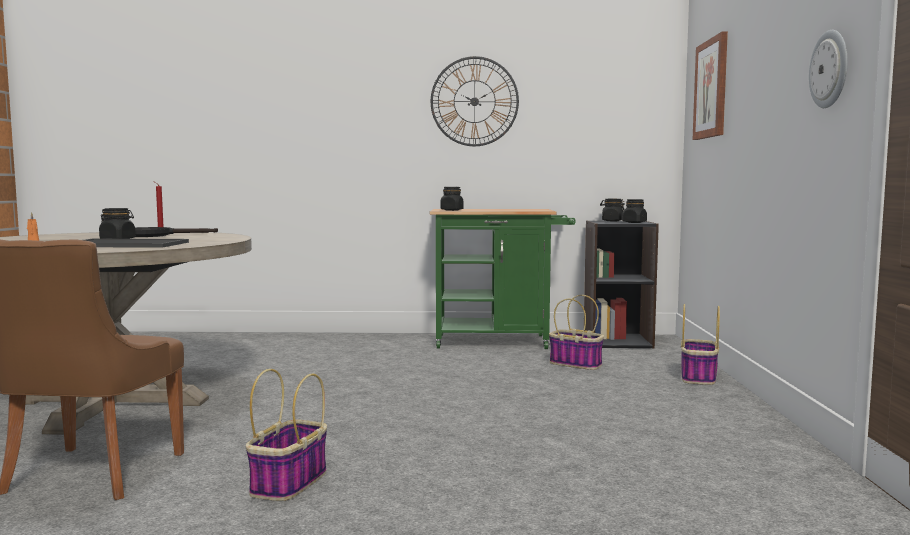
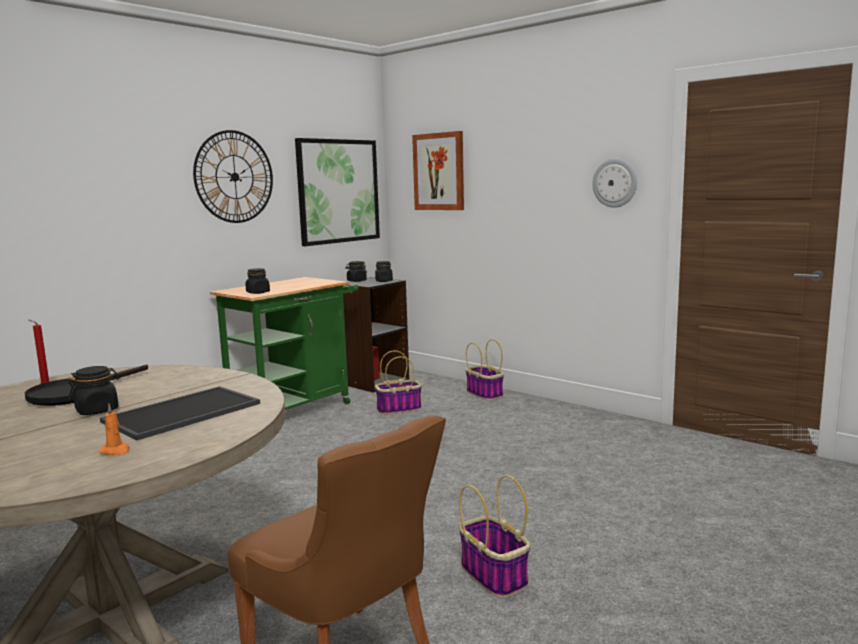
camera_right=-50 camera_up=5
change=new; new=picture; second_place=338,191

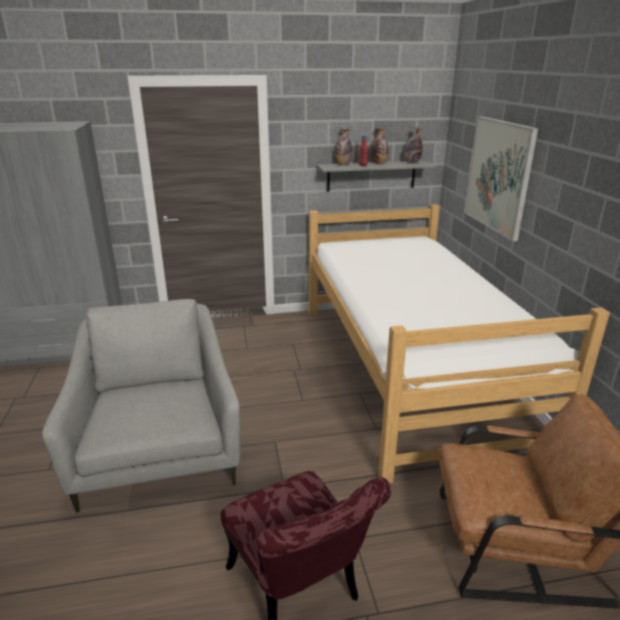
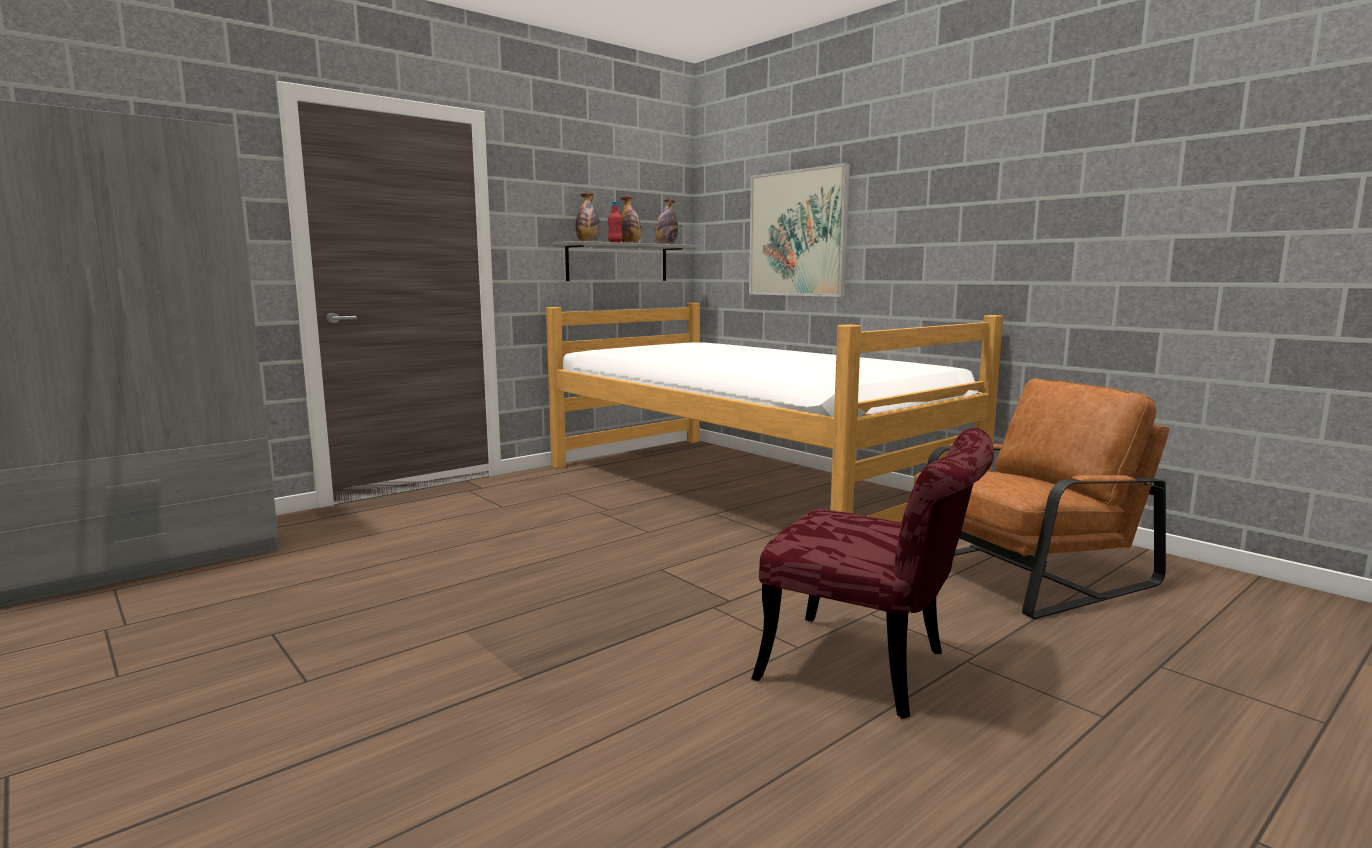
camera_right=-30 camera_up=-15
change=gone; old=armchair/grey; first_place=159,450

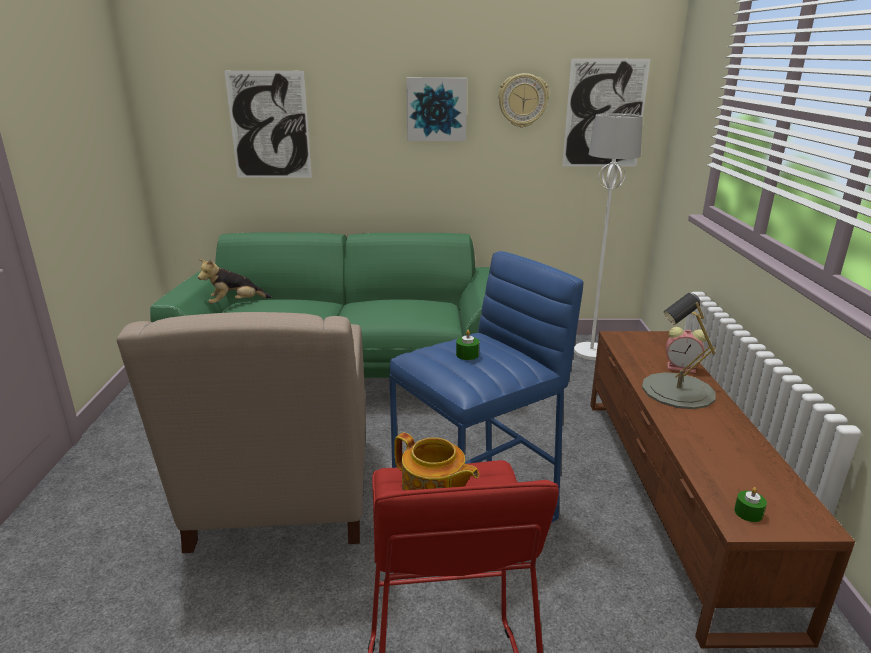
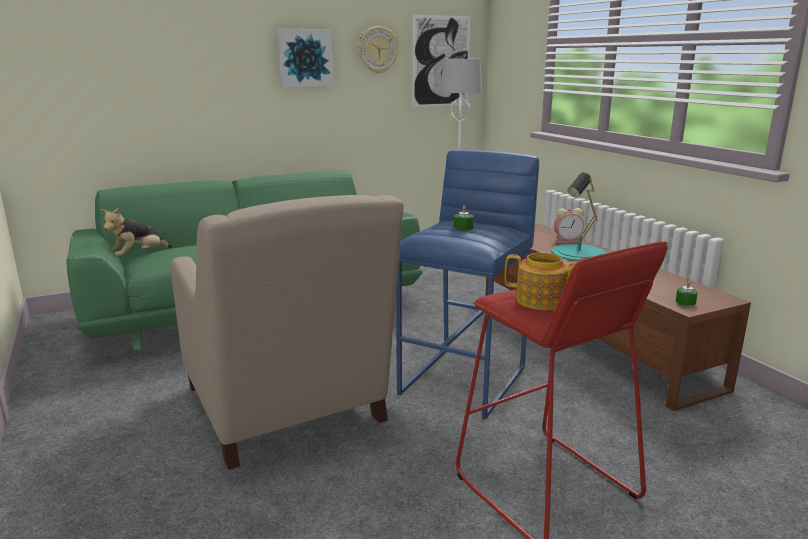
camera_right=-25 camera_up=-5
change=gone; old=picture; first_place=269,125
change=repainted; old=table lamp/grey; new=table lamp/turquoise; first_place=678,391; second_place=579,253

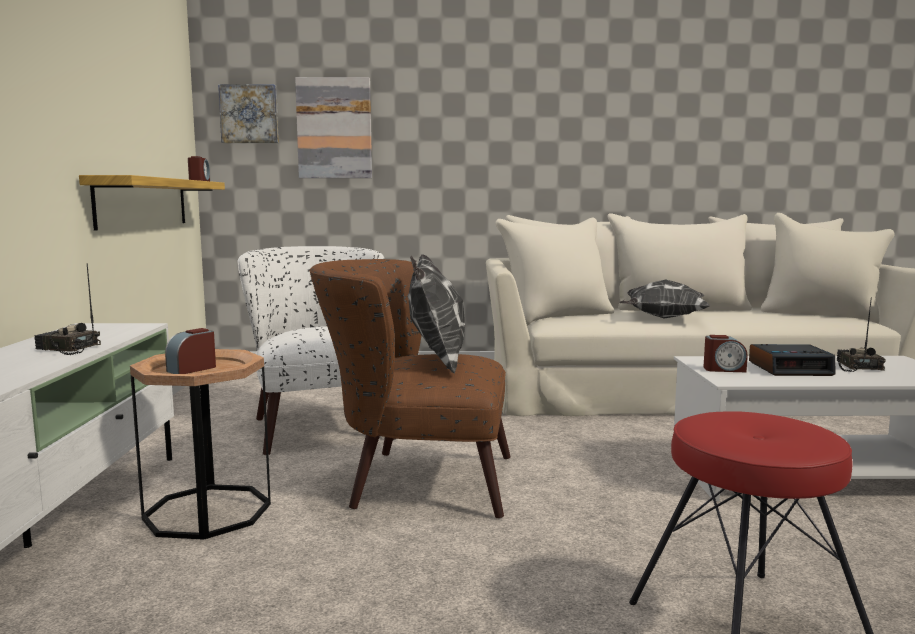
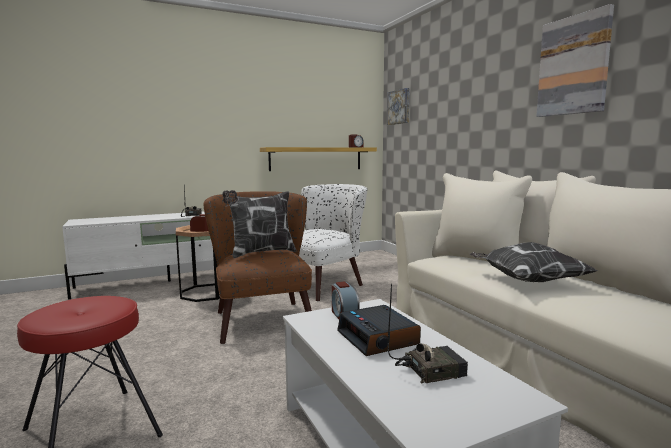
camera_right=65 camera_up=0
change=shifted; old=picture; first_place=334,128; second_place=573,66

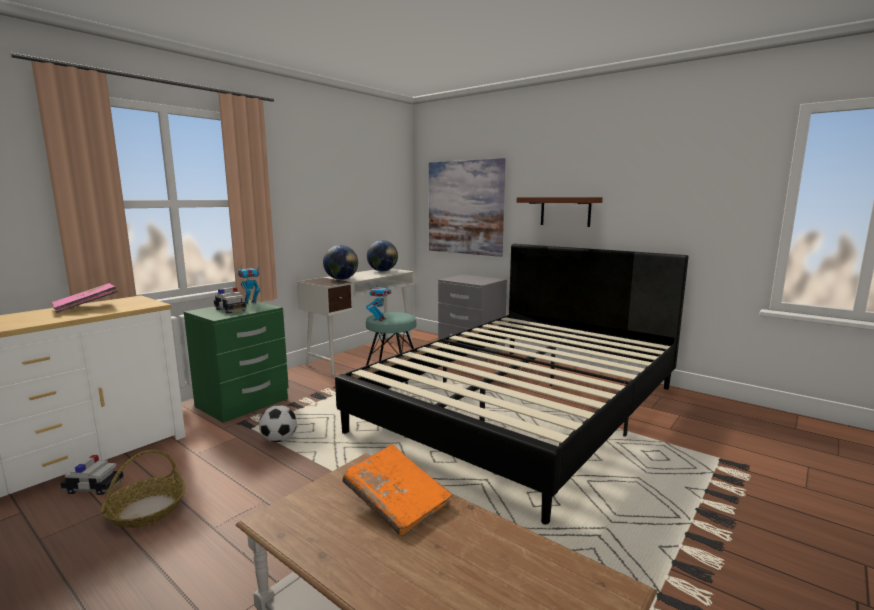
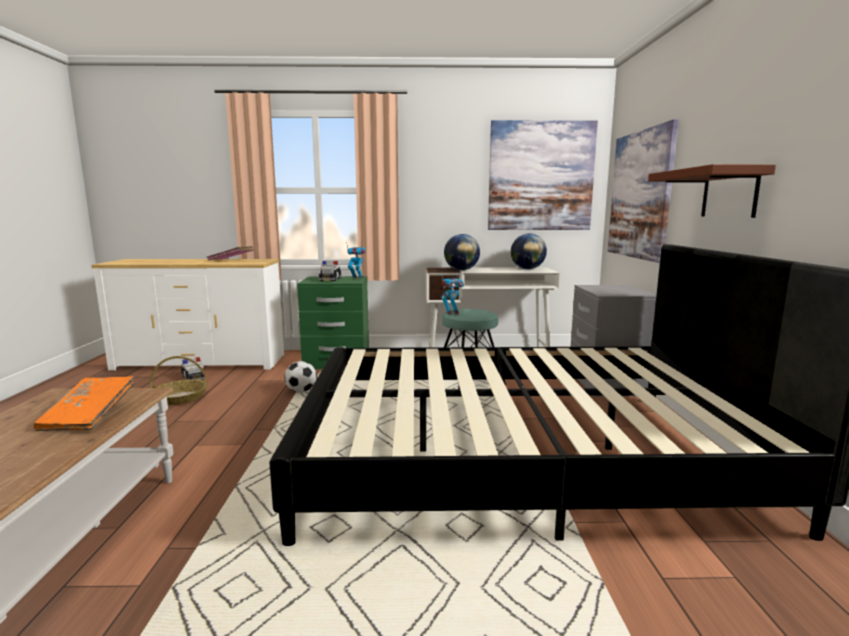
camera_right=50 camera_up=0
change=new; new=picture; second_place=541,176

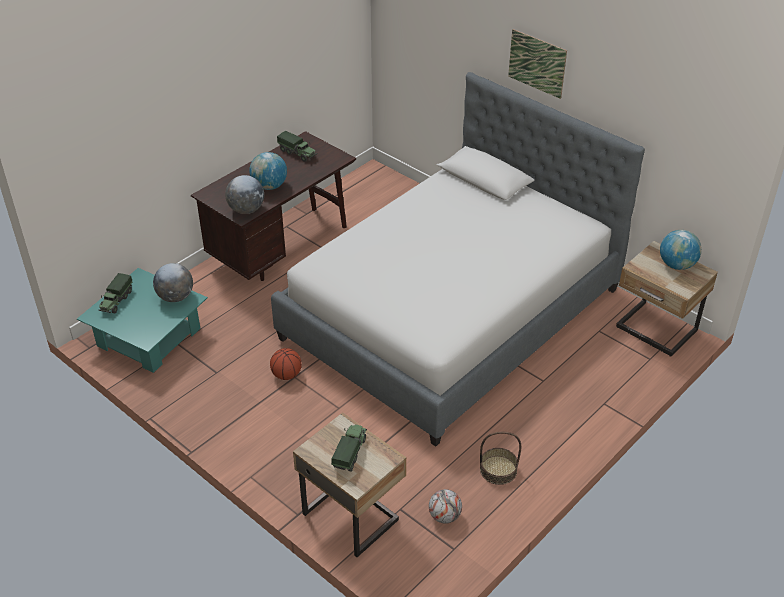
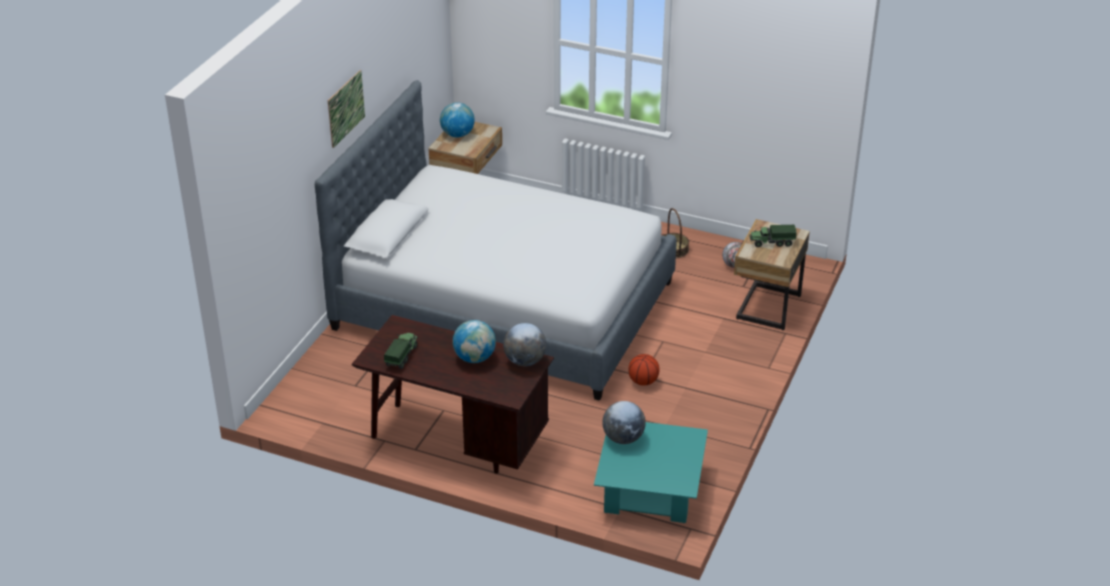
camera_right=-110 camera_up=-5
change=gone; old=toy truck; first_place=116,301

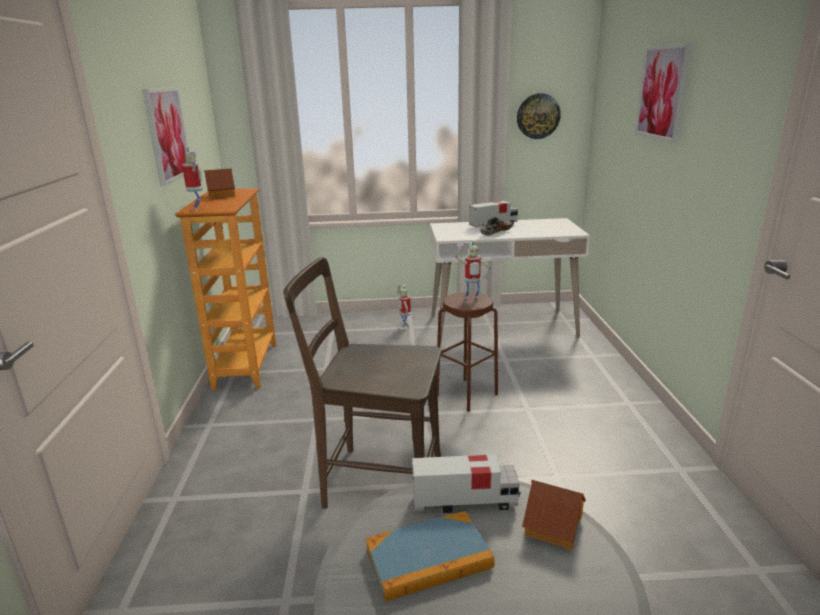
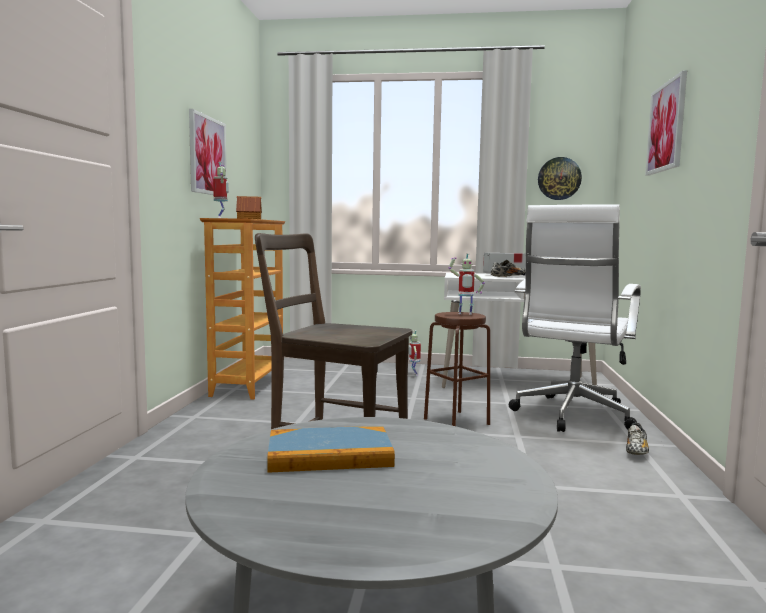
camera_right=10 camera_up=-15
change=gone; old=toy truck; first_place=465,502
change=gone; old=toy house; first_place=552,525
change=new; new=office chair/white; second_place=571,416
change=new; new=shoe; second_place=636,451

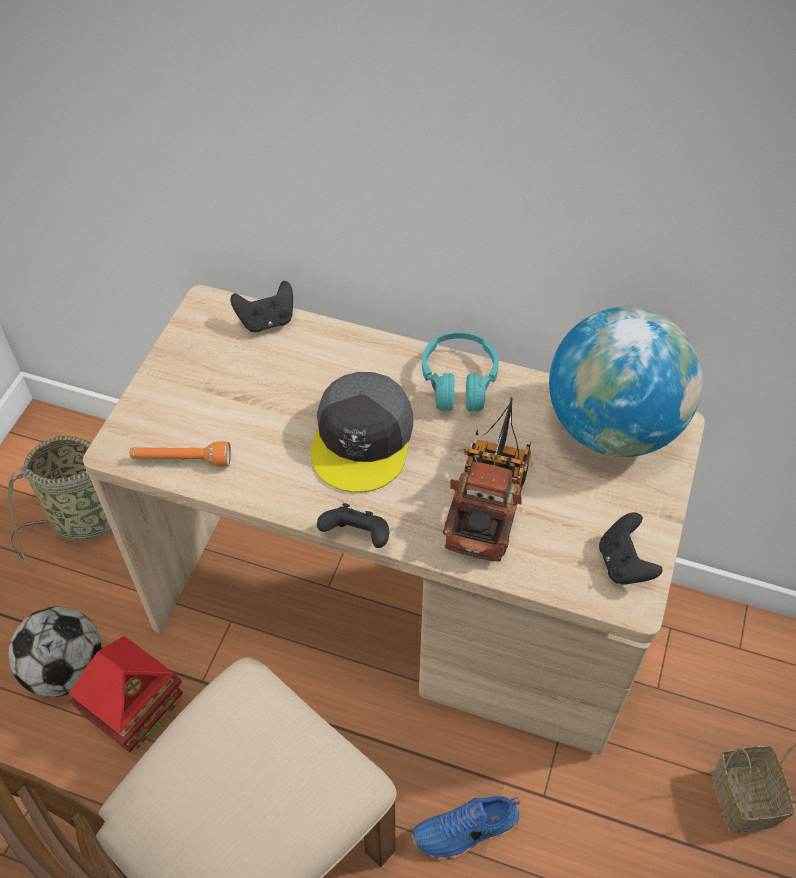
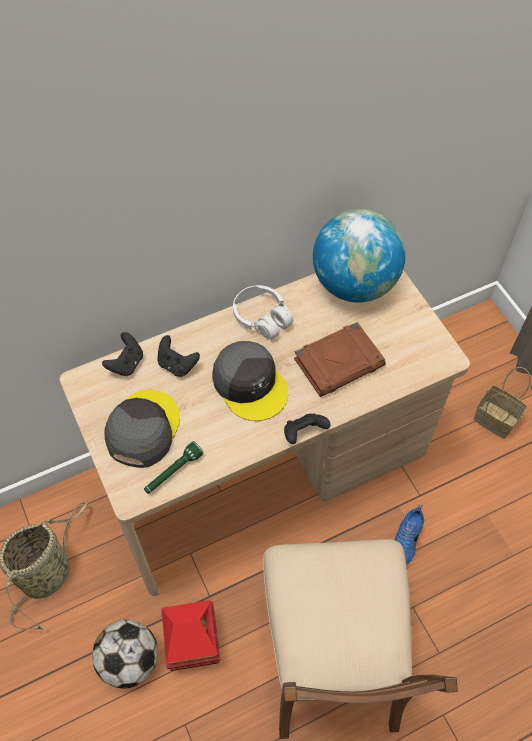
camera_right=-45 camera_up=5
change=repainted; old=headphones/turquoise; new=headphones/white; first_place=459,381; second_place=262,317
change=swapped; old=toy truck; new=book/brown; first_place=490,496; second_place=339,362
change=repainted; old=flashlight/orange; new=flashlight/green; first_place=181,460; second_place=173,472
change=shifted; old=game controller/black; first_place=624,563; second_place=177,365
change=new; new=cap/grey; second_place=142,429

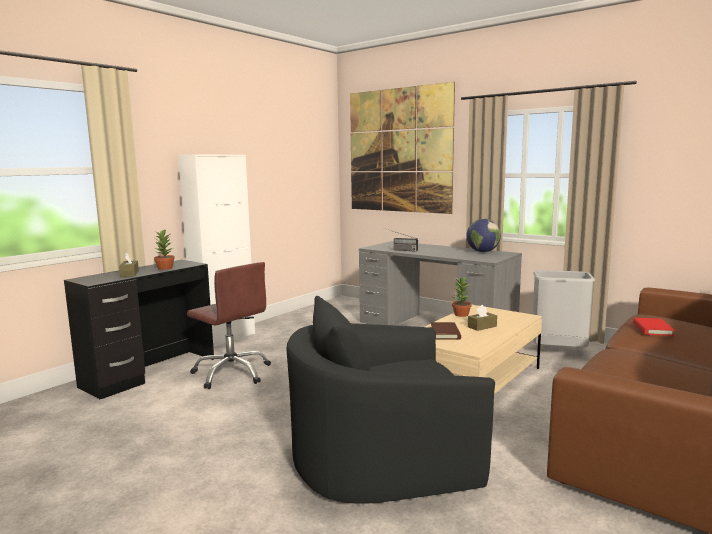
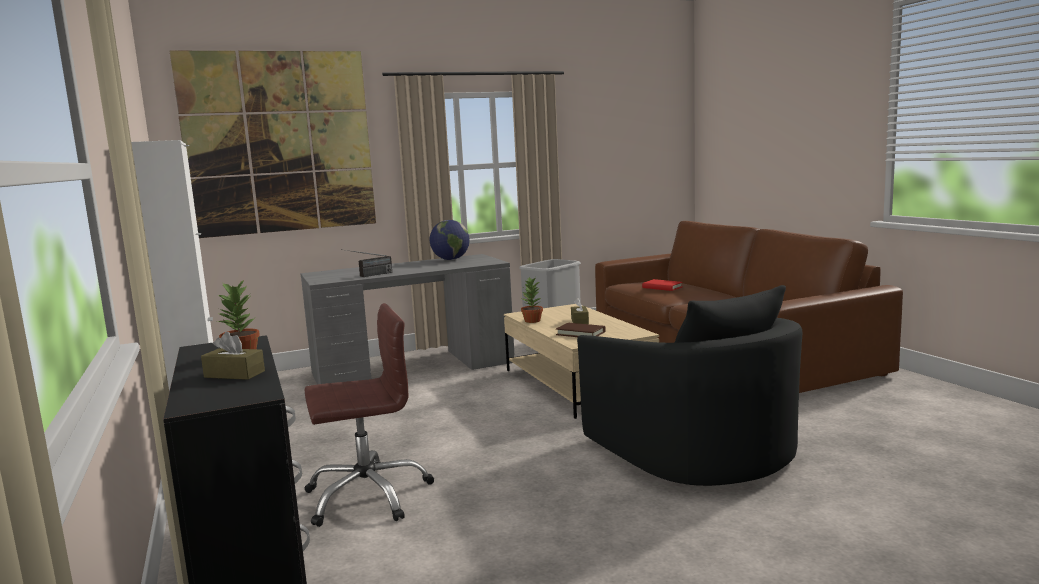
camera_right=-60 camera_up=0
change=rotated; old=armchair/black; first_place=382,458; second_place=694,449; degrees=-45

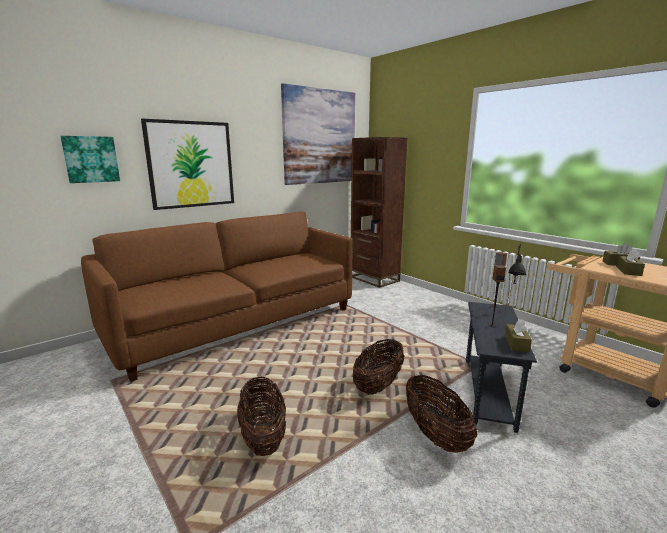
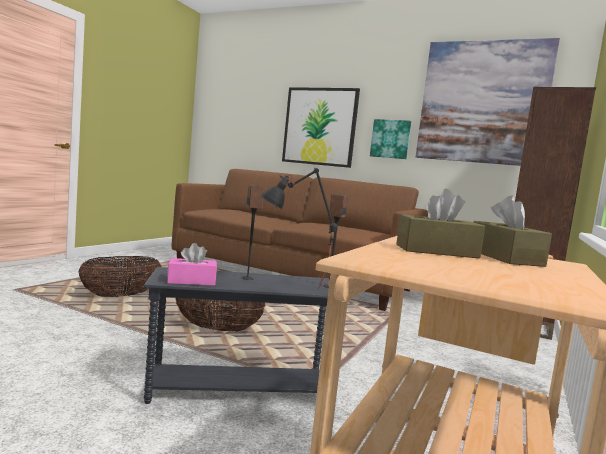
camera_right=65 camera_up=-10
change=shifted; old=picture; first_place=91,159; second_place=390,139
change=repainted; old=tissue box/brown; new=tissue box/pink; first_place=516,344; second_place=191,281
change=gone; old=basket; first_place=435,435

